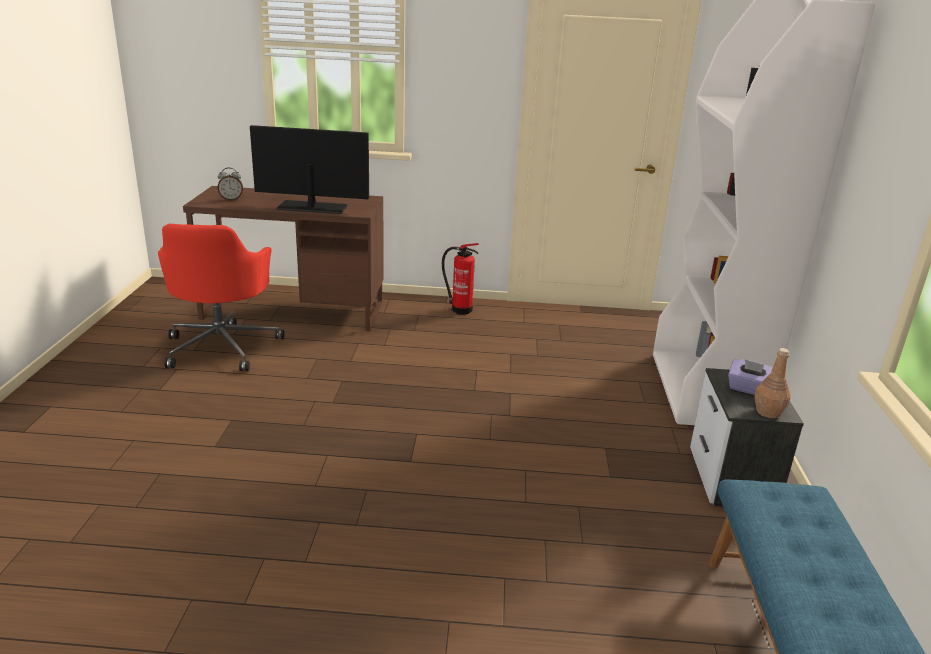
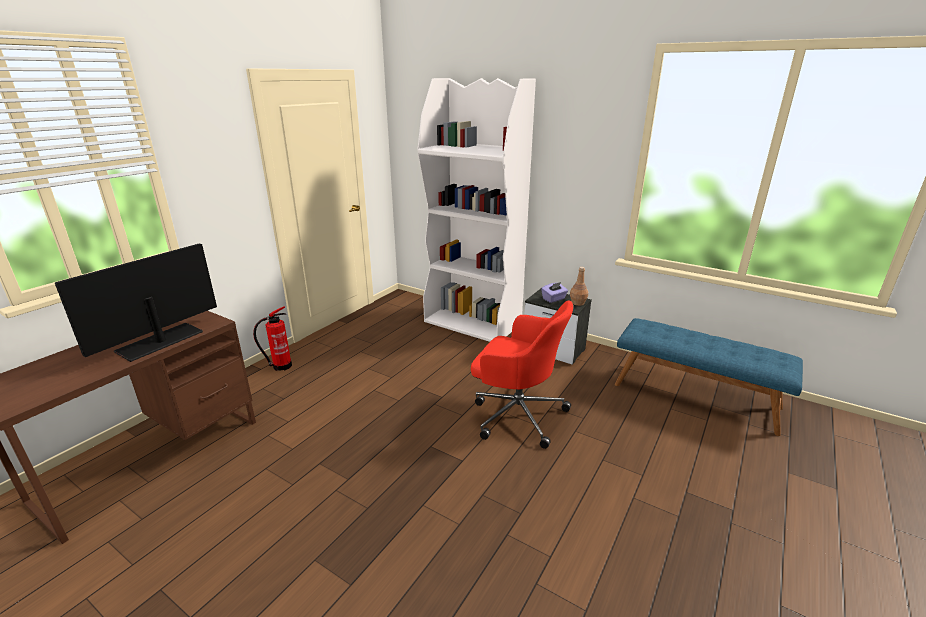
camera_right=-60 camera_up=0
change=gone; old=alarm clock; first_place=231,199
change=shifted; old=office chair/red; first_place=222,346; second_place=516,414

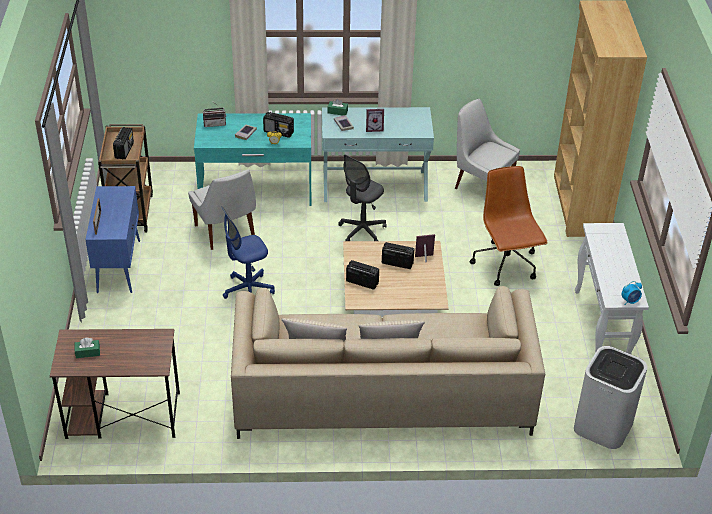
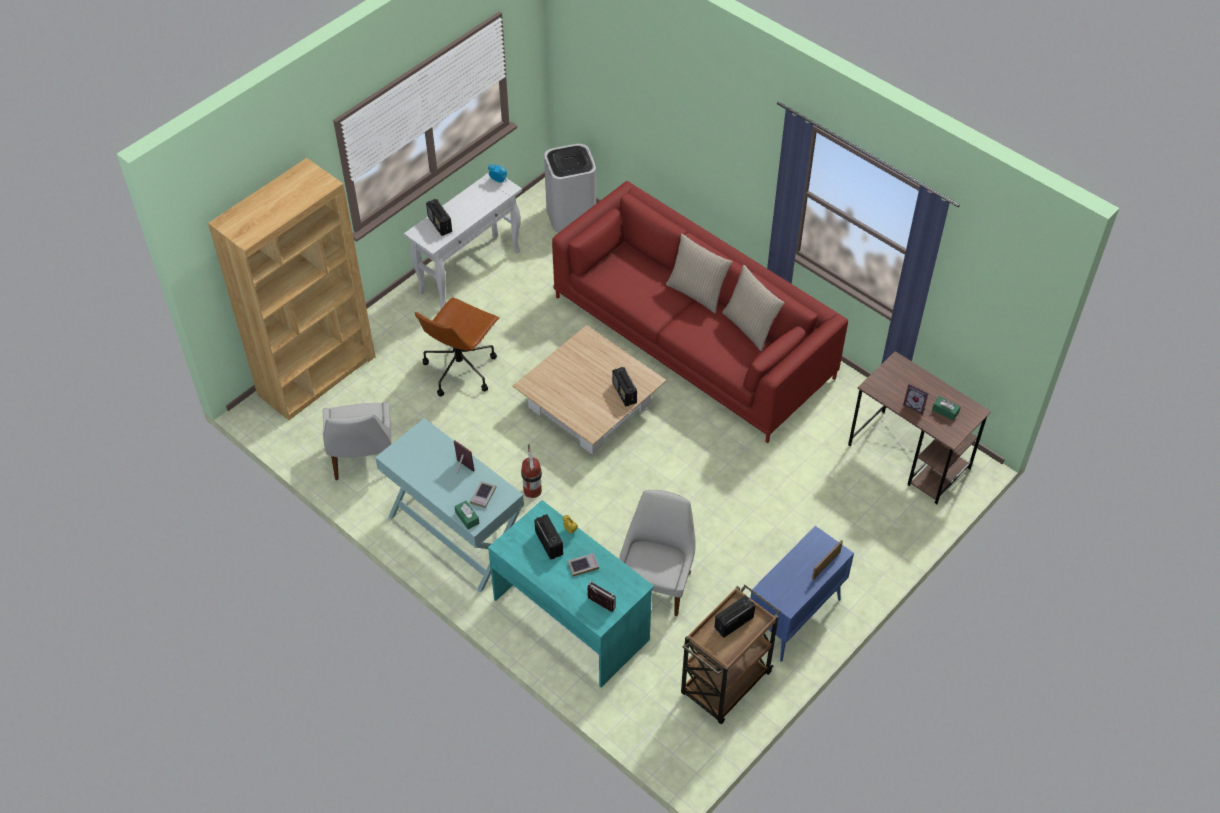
camera_right=-135 camera_up=10
change=swapped; old=office chair/grey; new=fire extinguisher; first_place=362,231; second_place=532,490
change=gone; old=office chair/blue; first_place=248,290
change=shifted; old=picture frame; first_place=425,259; second_place=915,406
change=shifted; old=radio; first_place=397,263; second_place=440,225
change=repainted; old=sofa/beige; new=sofa/red; first_place=382,393; second_place=692,337

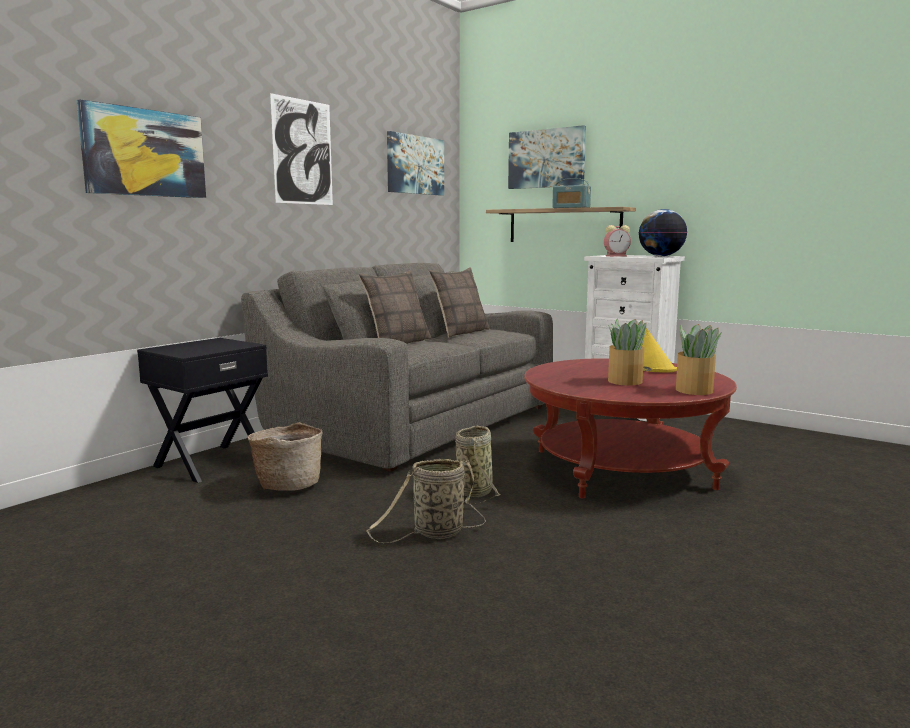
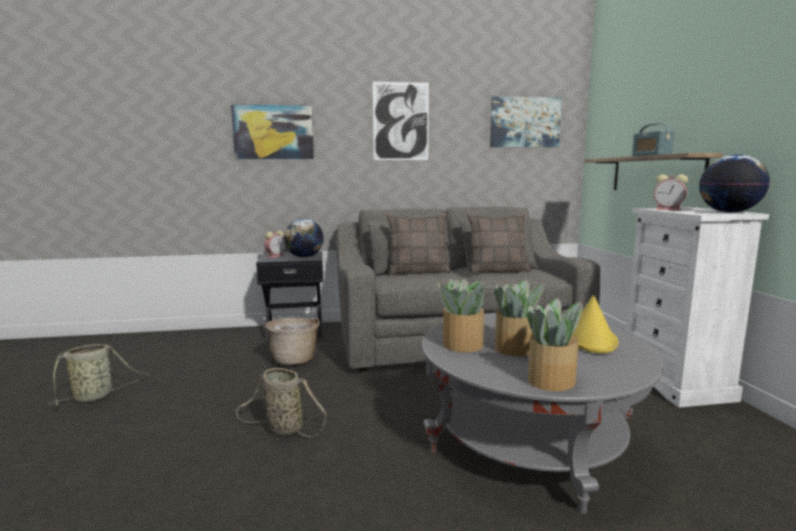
camera_right=45 camera_up=0
change=gone; old=picture; first_place=546,158
change=repainted; old=coffee table/red; new=coffee table/grey; first_place=622,468; second_place=529,441
change=shifted; old=basket; first_place=475,491; second_place=96,396
change=new; new=globe; second_place=304,257
change=new; new=alarm clock; second_place=276,256
change=new; new=potted plant; second_place=461,345

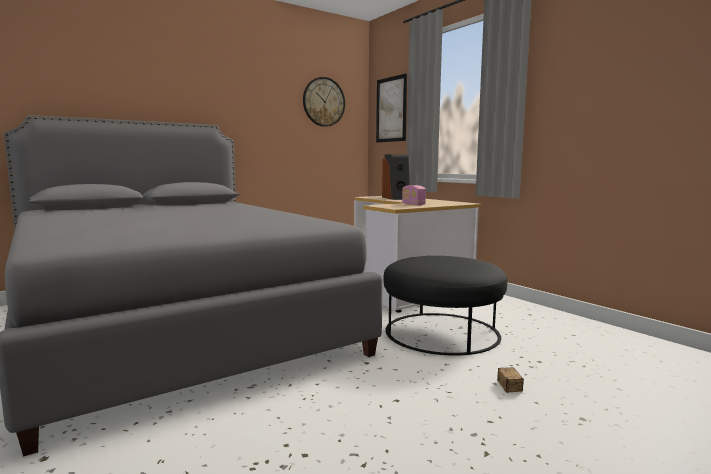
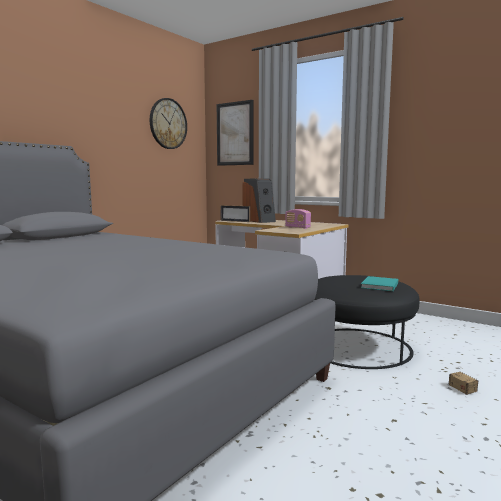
camera_right=-20 camera_up=0
change=new; new=picture frame; second_place=235,221
change=new; new=book/turquoise; second_place=379,285

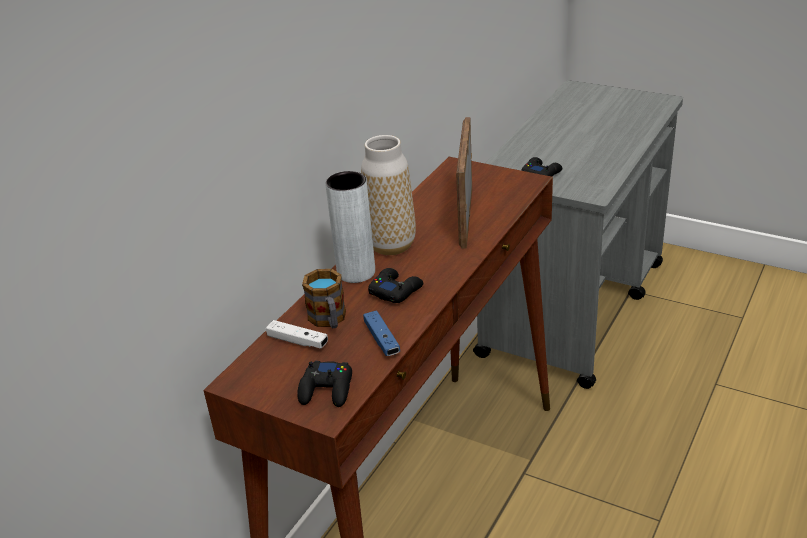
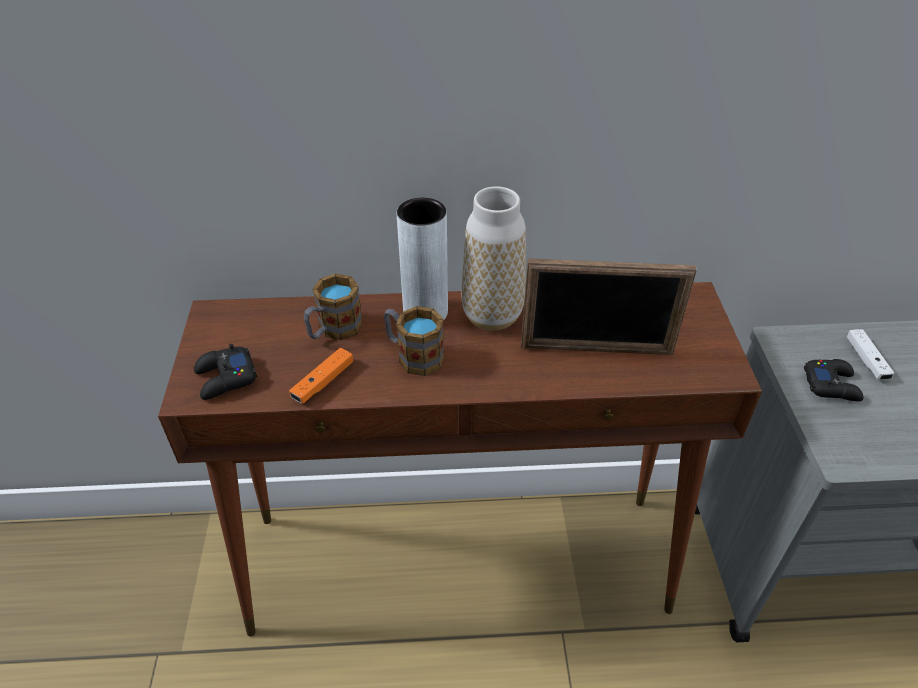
camera_right=55 camera_up=10
change=rotated; old=picture frame; first_place=466,217; second_place=596,350; degrees=-150
change=swapped; old=game controller/black; new=mug; first_place=395,290; second_place=413,355
change=repainted; old=game controller/blue; new=game controller/orange; first_place=382,340; second_place=323,382
change=shifted; old=game controller/white; first_place=297,341; second_place=866,360

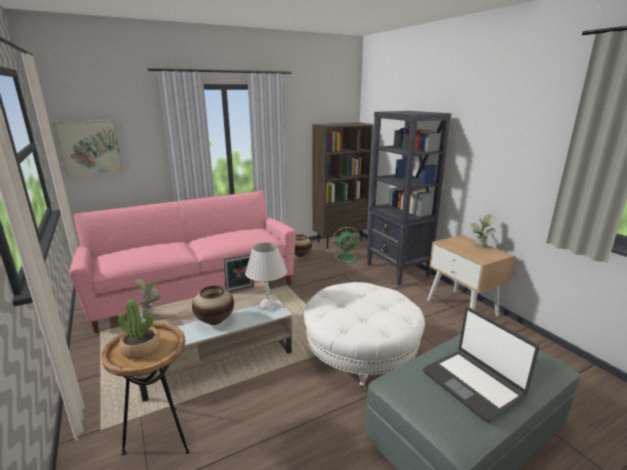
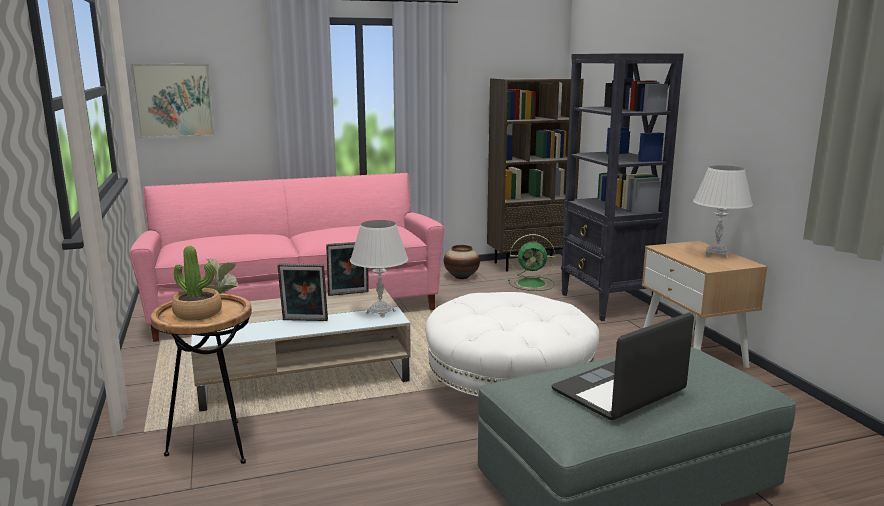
camera_right=10 camera_up=-5
change=swapped; old=potted plant; new=table lamp/white; first_place=479,247; second_place=716,254
change=swapped; old=vase; new=picture frame; first_place=215,320; second_place=304,321
change=rotated; old=laptop; first_place=473,384; second_place=619,392; degrees=75

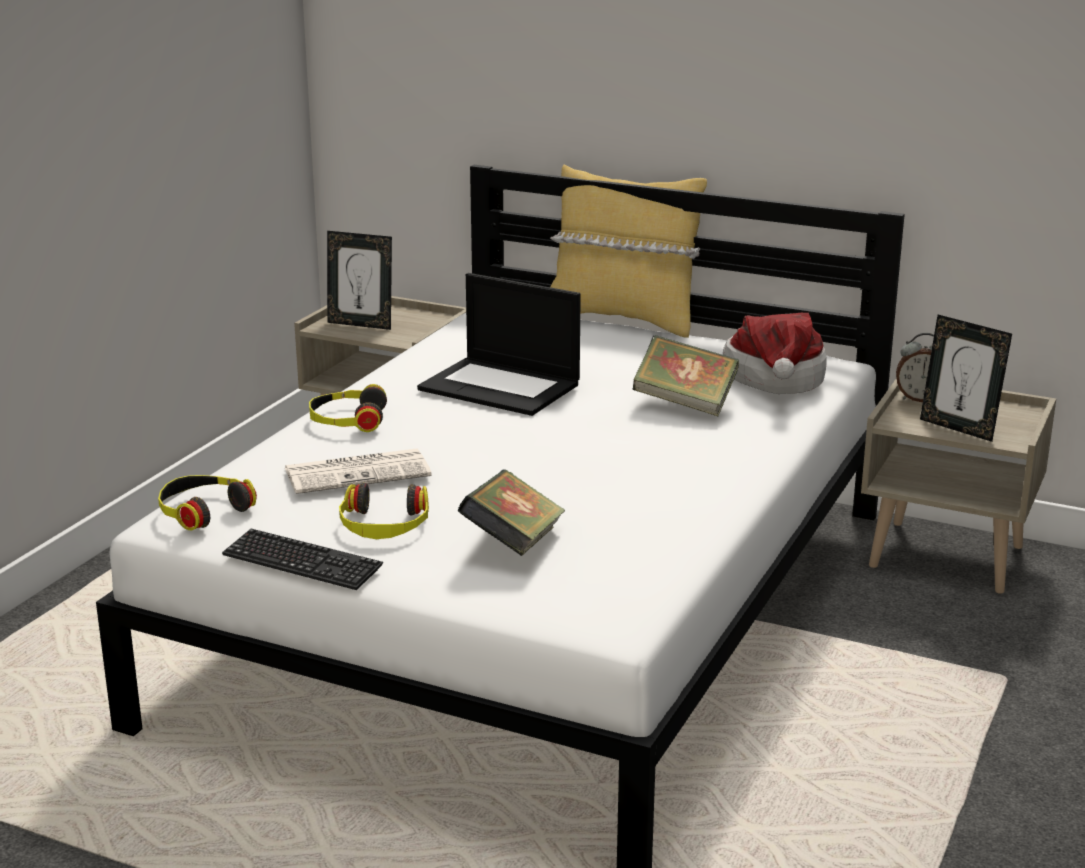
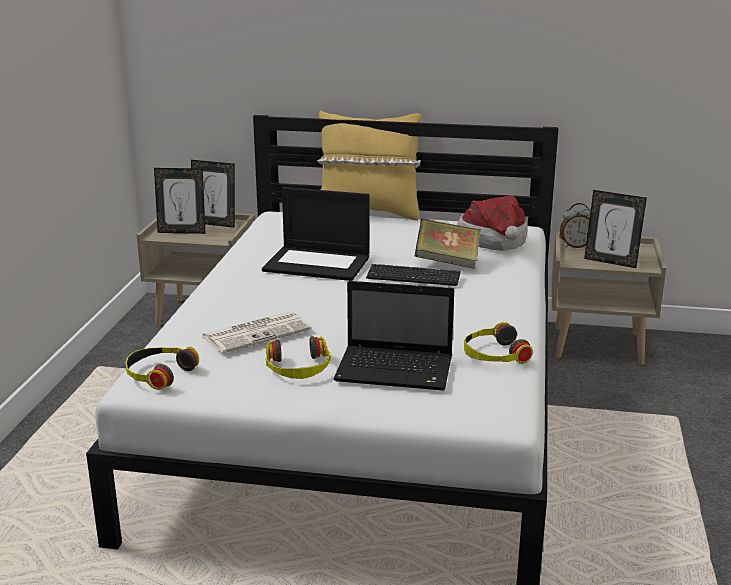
camera_right=-15 camera_up=0
change=shifted; old=headphones; first_place=347,420; second_place=494,354
change=swapped; old=book; new=laptop; first_place=513,544; second_place=397,370
change=shifted; old=keyboard; first_place=302,562; second_place=413,277
change=new; new=picture frame; second_place=214,224

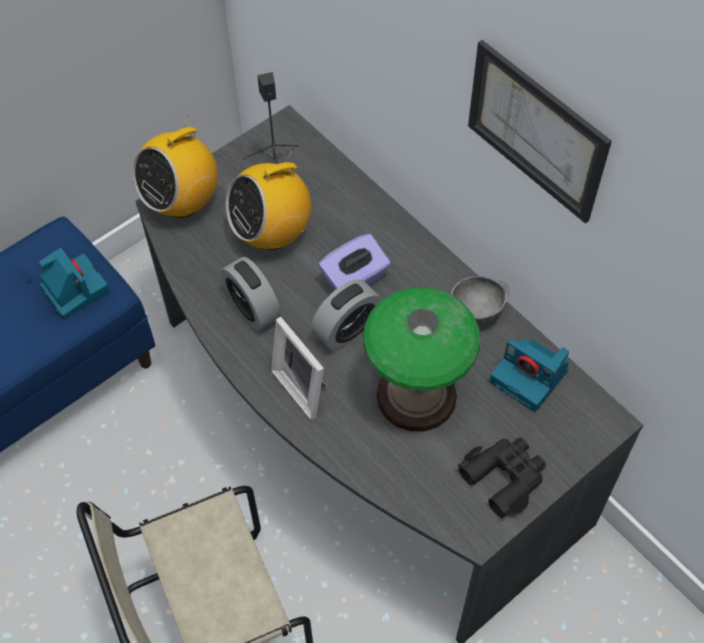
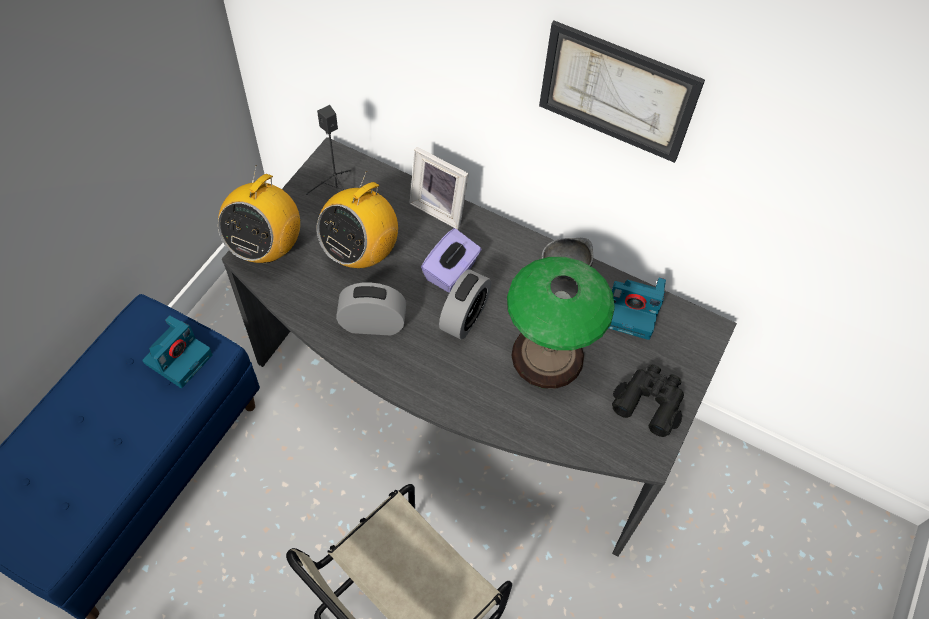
camera_right=-25 camera_up=0
change=rotated; old=photo camera; first_place=74,289; second_place=179,357; degrees=90
change=rotated; old=alarm clock; first_place=252,308; second_place=372,324; degrees=150
change=shifted; old=picture frame; first_place=304,387; second_place=440,208

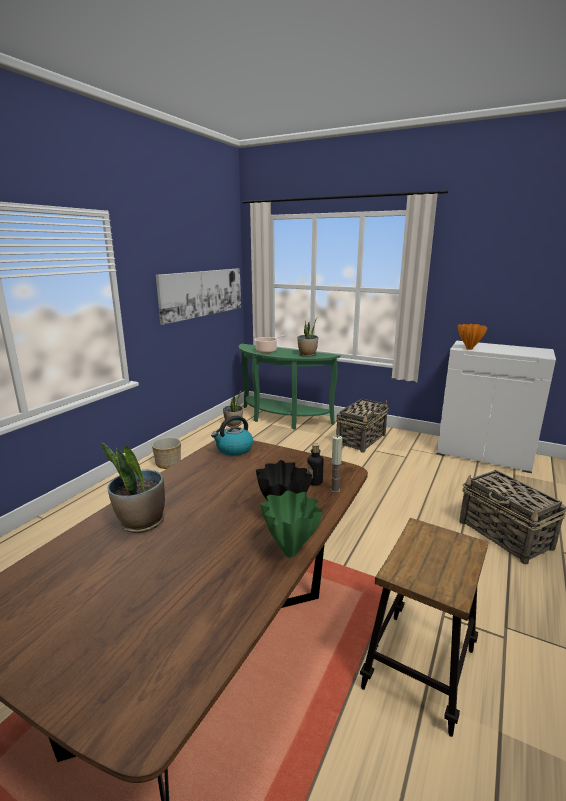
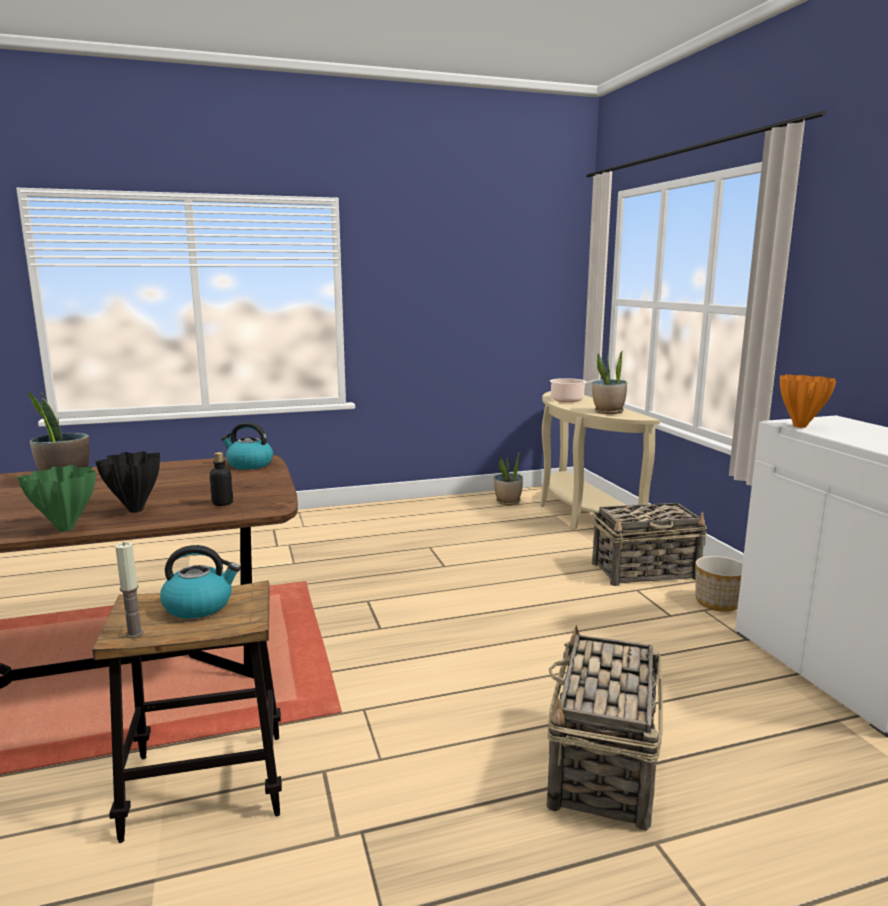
camera_right=45 camera_up=-5
change=gone; old=picture; first_place=202,293
change=repainted; old=console table/green; new=console table/beige; first_place=281,419; second_place=579,514
change=shifted; old=candle; first_place=335,490; second_place=134,633
change=shifted; old=planter; first_place=168,464; second_place=718,603
change=new; new=kettle; second_place=199,606

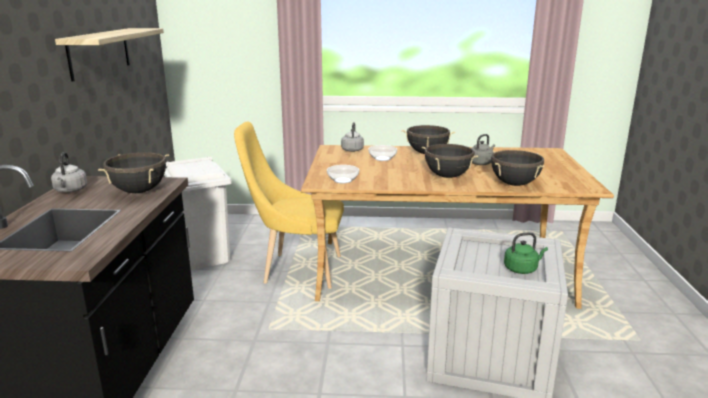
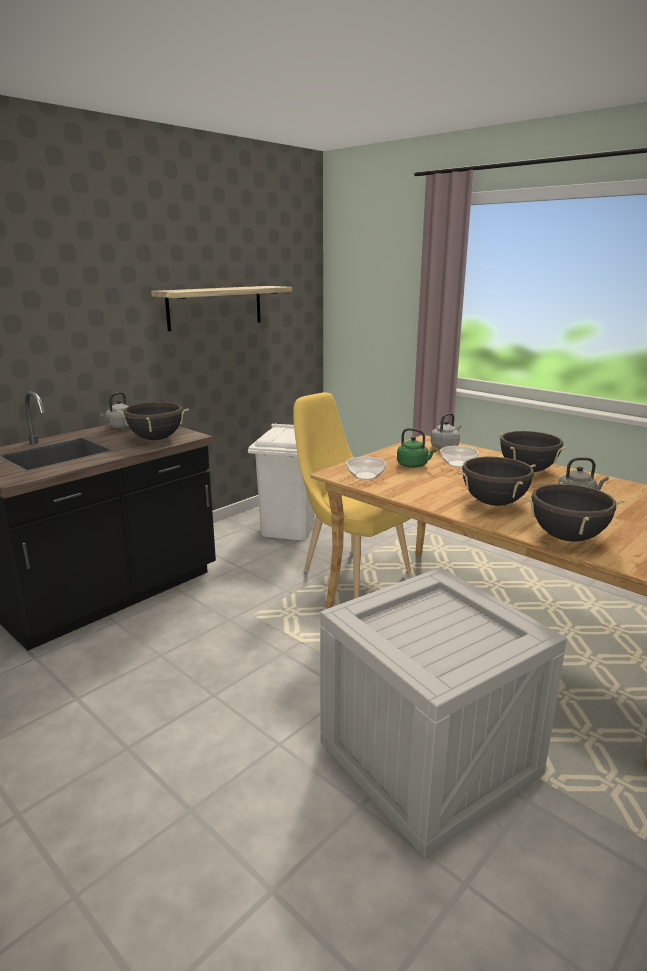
camera_right=40 camera_up=0
change=shifted; old=kettle/green; first_place=522,269; second_place=414,465

